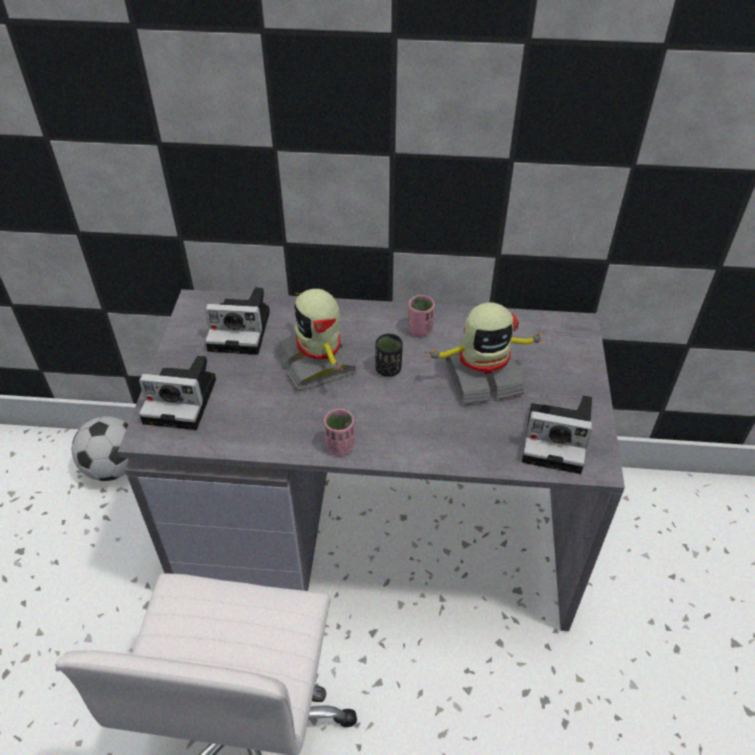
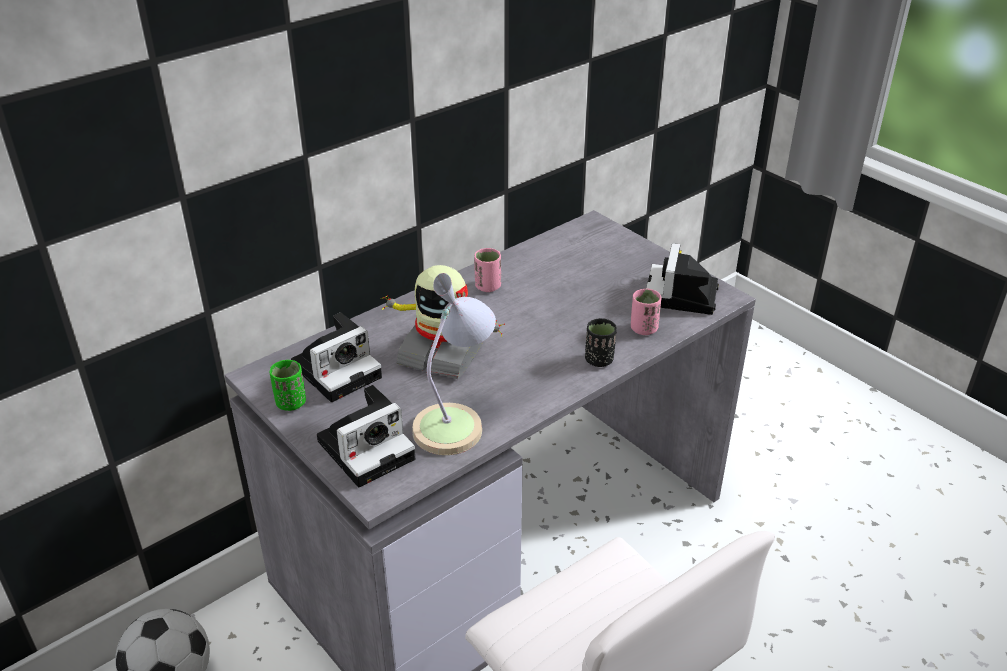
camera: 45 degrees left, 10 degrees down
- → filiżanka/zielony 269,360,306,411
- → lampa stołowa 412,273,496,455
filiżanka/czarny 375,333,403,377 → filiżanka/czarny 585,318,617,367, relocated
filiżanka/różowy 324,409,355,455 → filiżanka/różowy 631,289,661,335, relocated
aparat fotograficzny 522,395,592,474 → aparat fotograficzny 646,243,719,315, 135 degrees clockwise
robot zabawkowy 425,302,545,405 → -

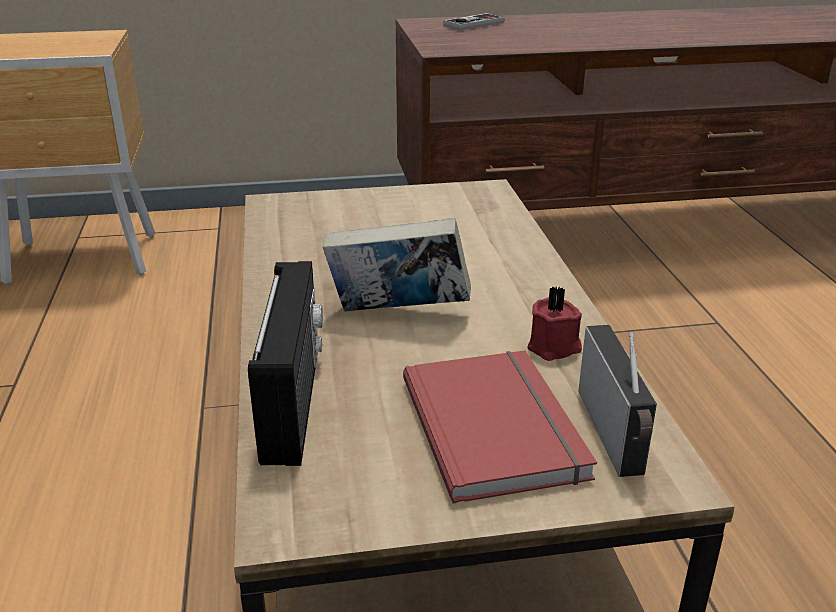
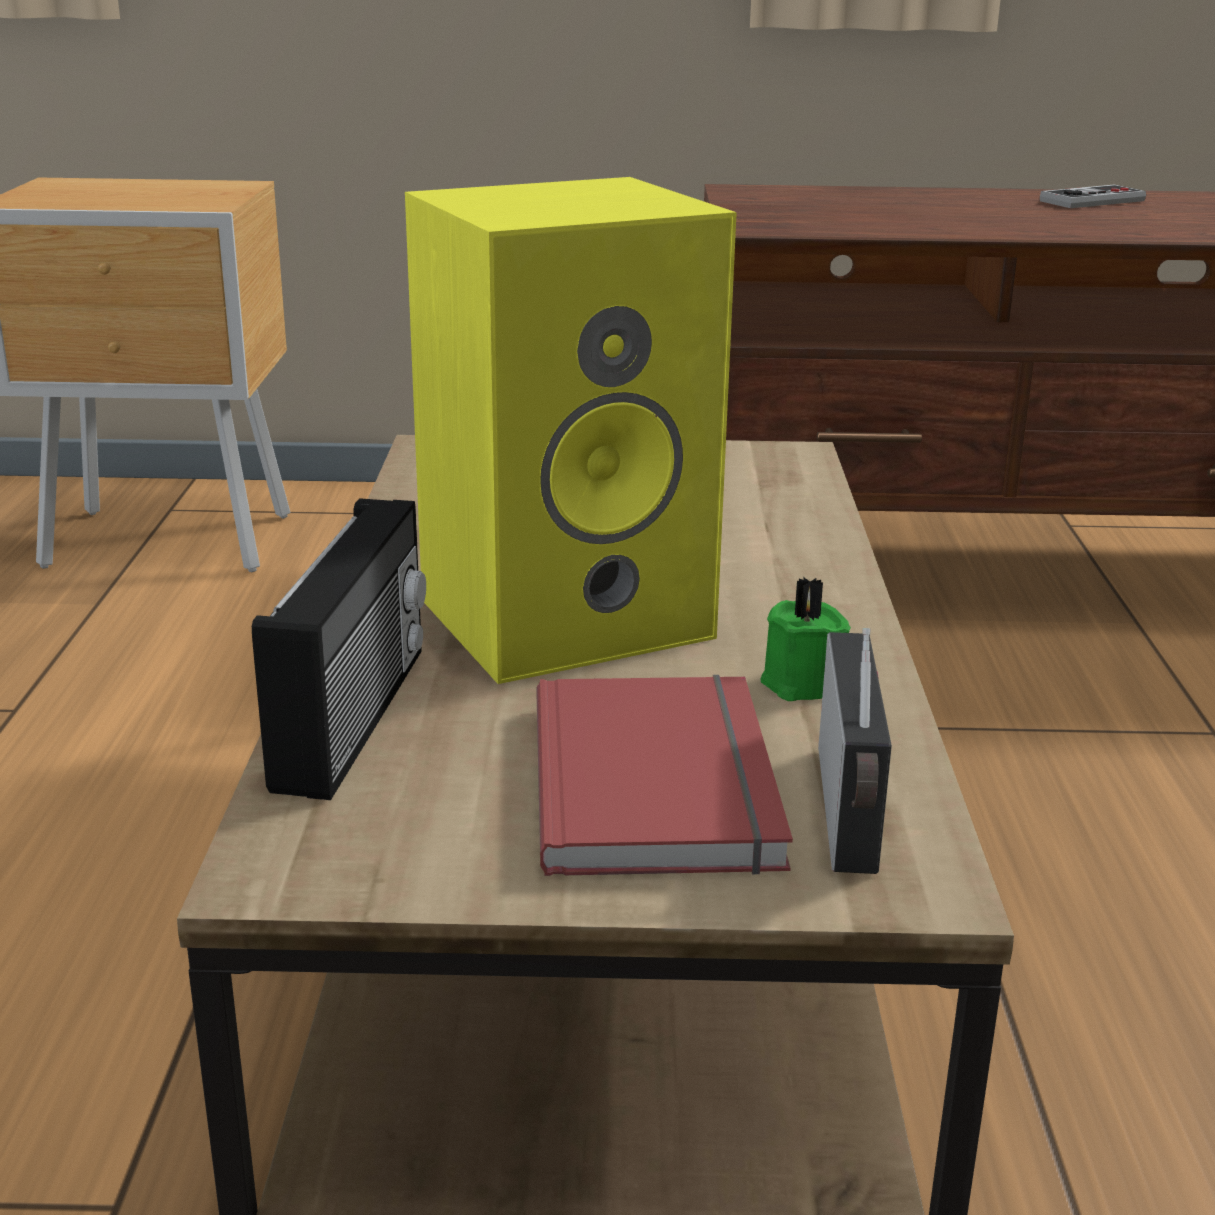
camera: 10 degrees right, 5 degrees down
książka 323,218,471,312 → głośnik/żółty 405,177,737,684
świeca/czerwony 527,287,582,361 → świeca/zielony 760,577,851,701
pad do gier 443,13,504,31 → pad do gier 1040,185,1146,208, relocated

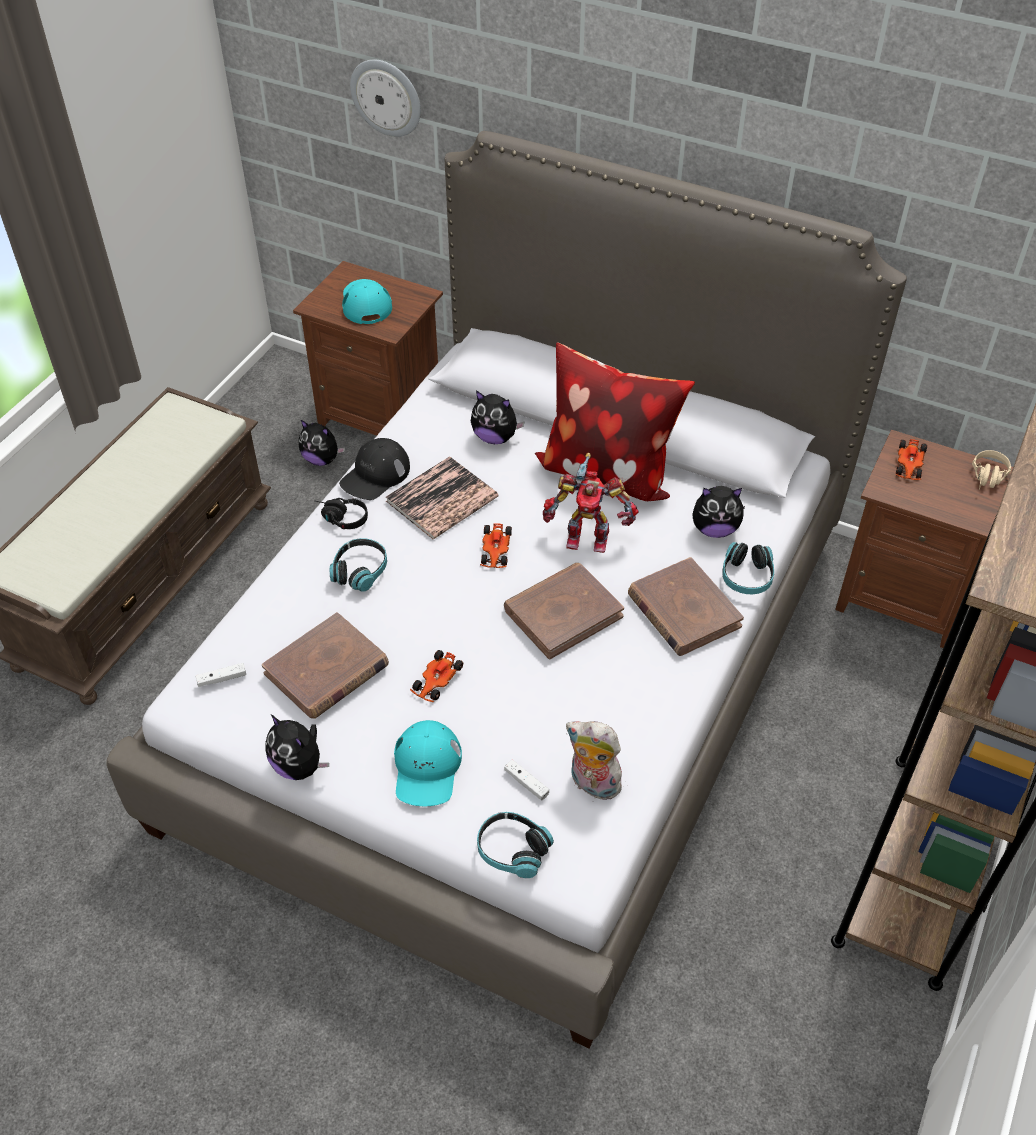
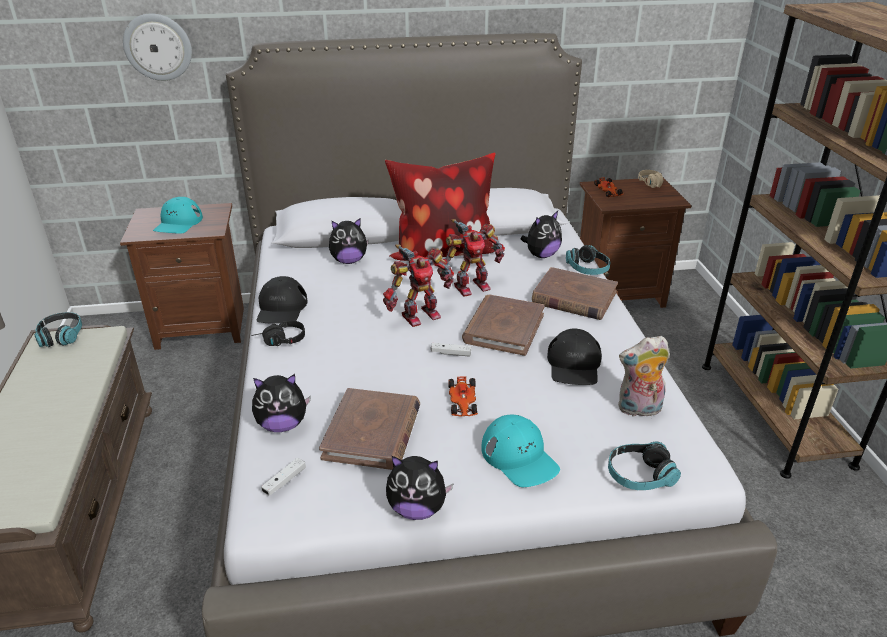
camera: 35 degrees left, 15 degrees down
słuchawki 330,538,387,592 → słuchawki 34,312,82,347, relocated
czapka z daszkiem/turkusowy 342,279,392,324 → czapka z daszkiem/turkusowy 153,197,203,234, 120 degrees counterclockwise
pluszak 299,420,345,466 → pluszak 252,374,311,432, relocated
samochodzik 480,524,512,568 → robot zabawkowy 383,245,454,327
pad do gier/biały 504,759,549,800 → pad do gier/biały 431,343,471,356, relocated
- → czapka z daszkiem/czarny 547,329,602,385
książka 386,456,499,540 → -

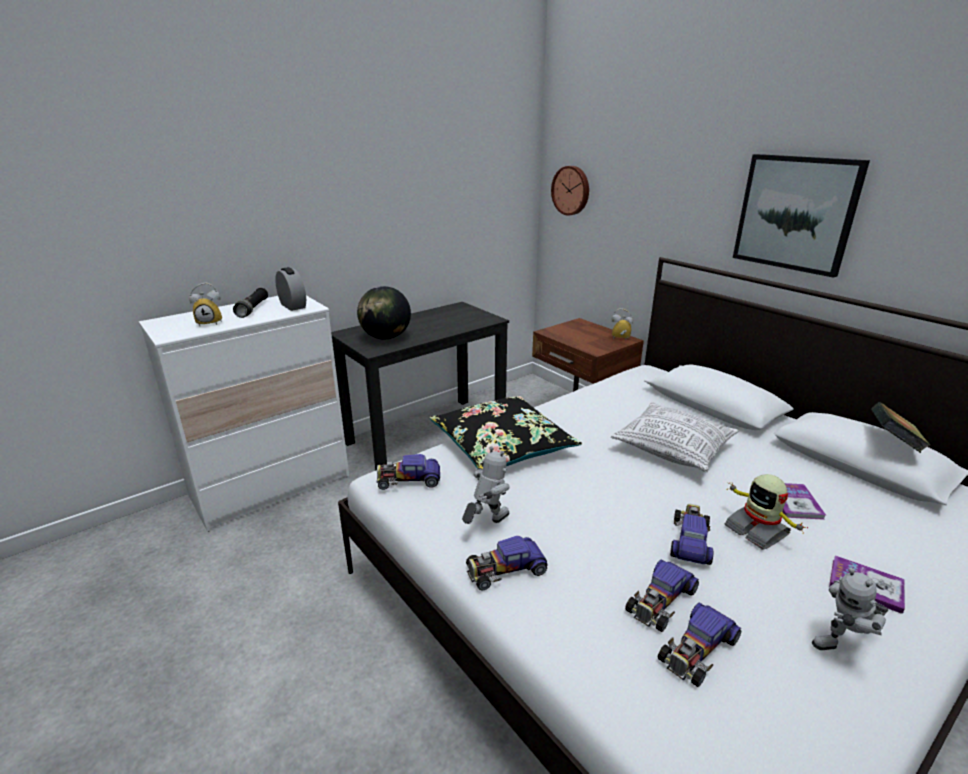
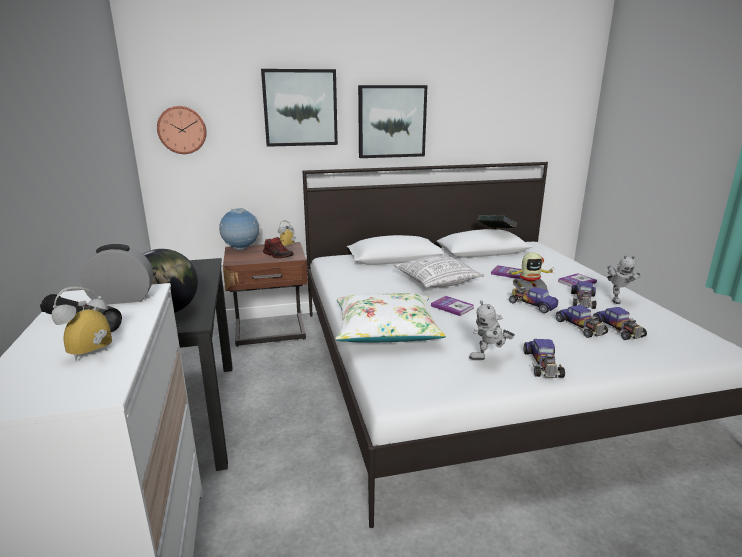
camera: 65 degrees left, 5 degrees down
budzik 189,282,222,326 → budzik 52,287,112,362, 150 degrees counterclockwise
- → globus 219,208,259,250
- → obraz 261,69,338,147
- → but 263,237,294,258
poduszka/czarny 430,396,582,470 → poduszka/biały 335,293,446,342
- → książka 431,296,474,316
robot zabawkowy 462,447,509,524 → robot zabawkowy 469,300,515,360, 90 degrees counterclockwise
samochodzik 376,454,440,490 → samochodzik 571,281,597,309, relocated

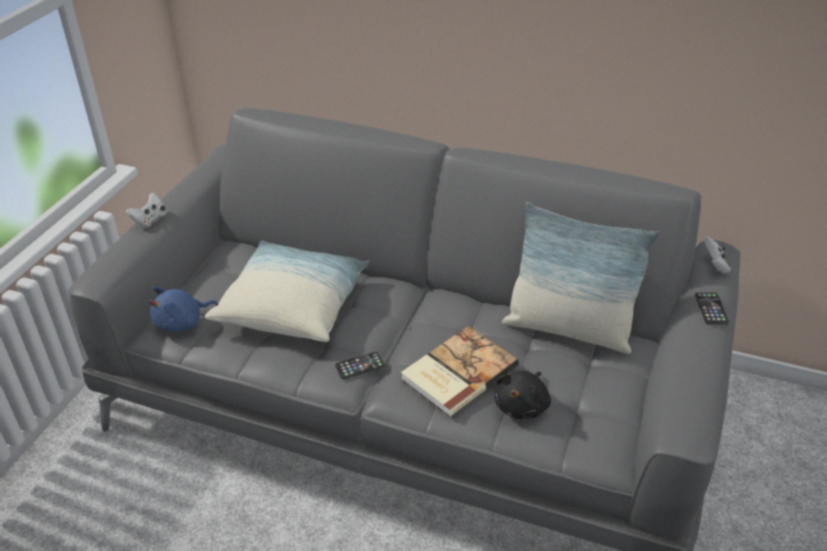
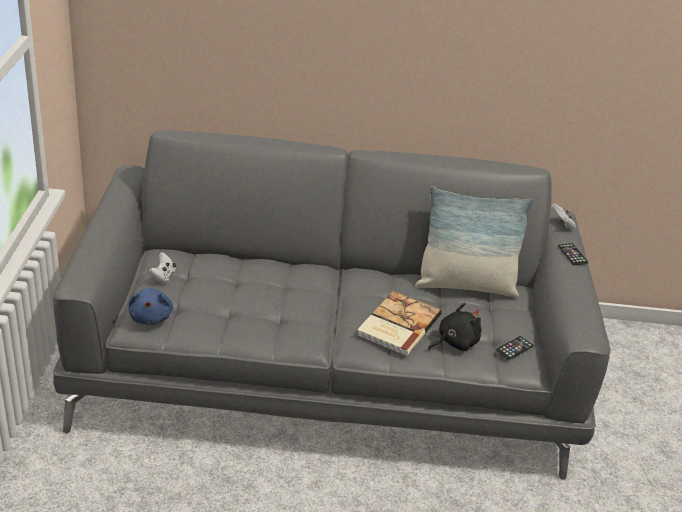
camera: 20 degrees left, 5 degrees down
pluszak/niebieski 149,286,218,332 → pluszak/niebieski 128,288,173,325, 45 degrees counterclockwise
pad do gier/biały 126,192,166,228 → pad do gier/biały 148,252,176,284, relocated
pluszak/czarny 494,371,551,419 → pluszak/czarny 428,303,481,351, 135 degrees counterclockwise
telefon 335,352,384,379 → telefon 496,336,533,360, relocated
poduszka 204,240,369,342 → -

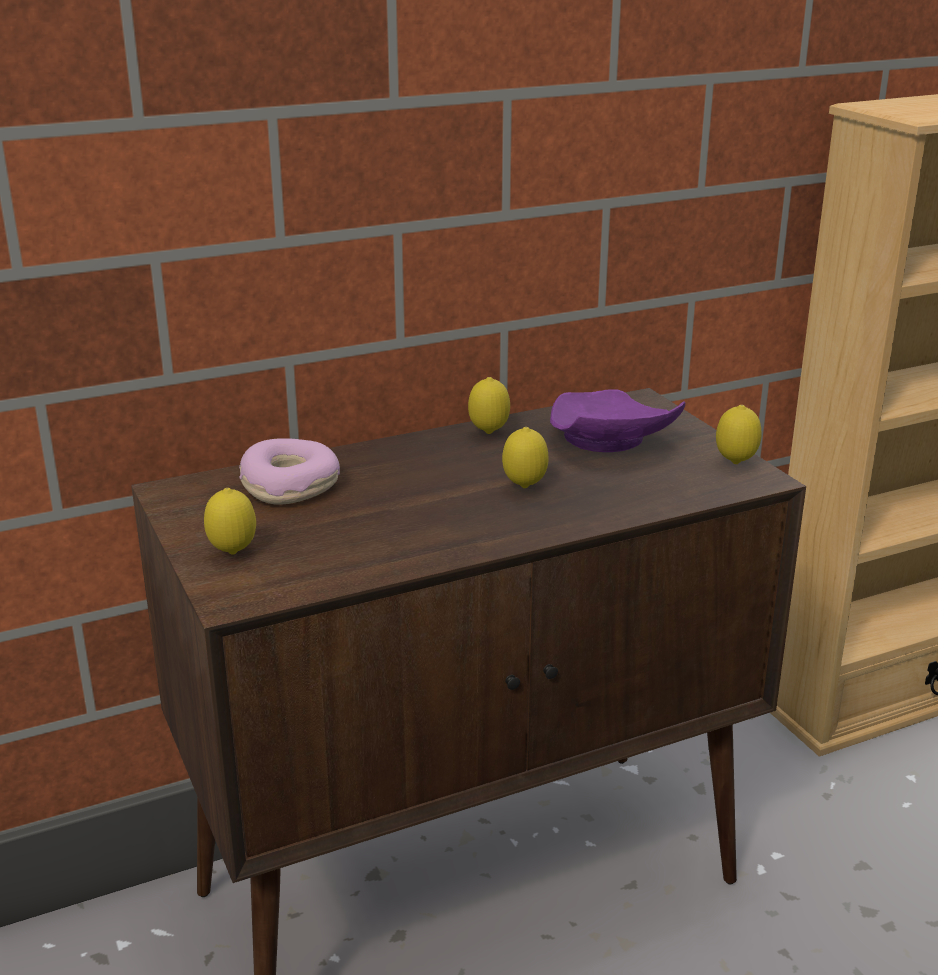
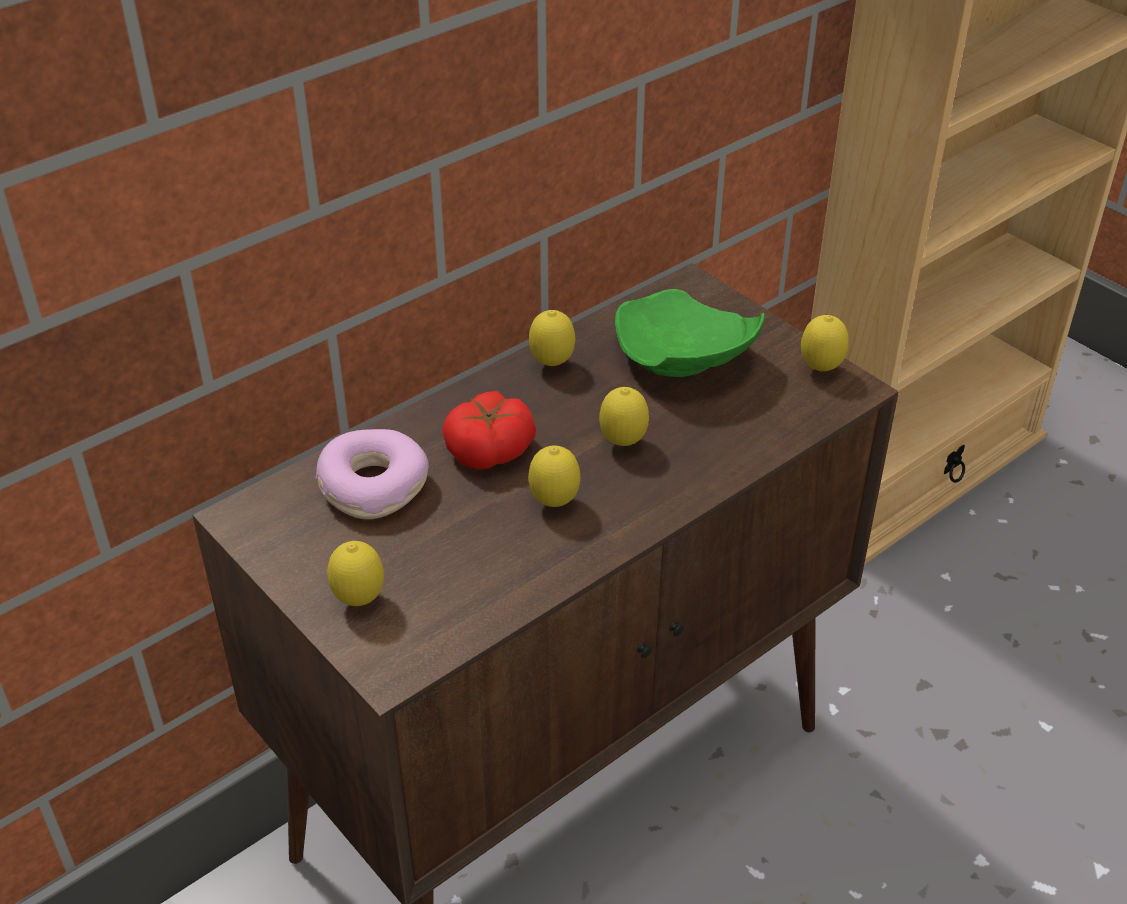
camera: 15 degrees left, 15 degrees up
- → pomidor 442,391,536,470
- → cytryna 528,446,580,507
talerz/fioletowy 550,389,685,452 → talerz/zielony 615,289,765,377

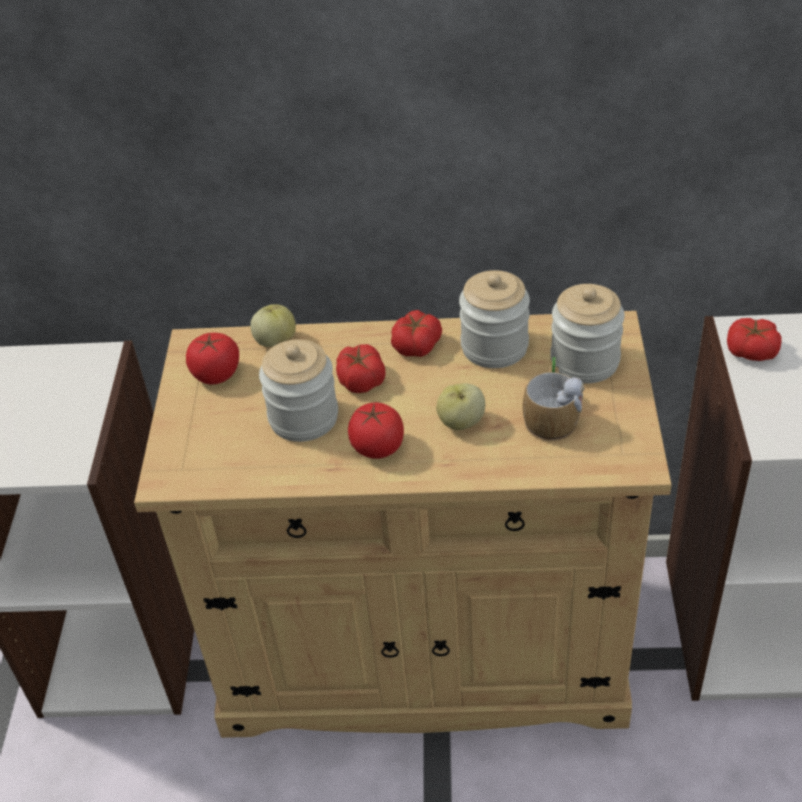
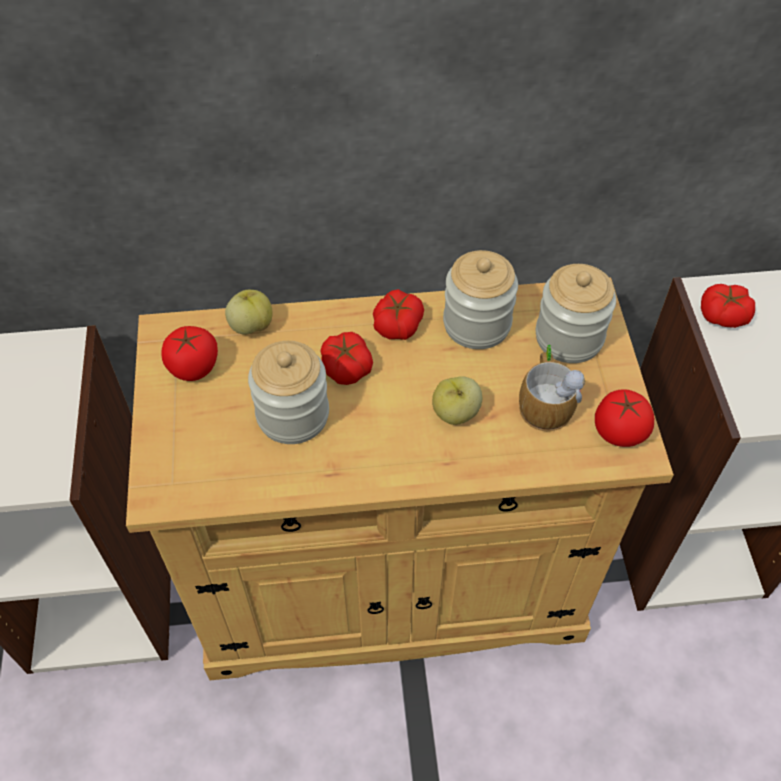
camera: 10 degrees left, 10 degrees up
pomidor 348,403,404,459 → pomidor 595,389,654,447, relocated

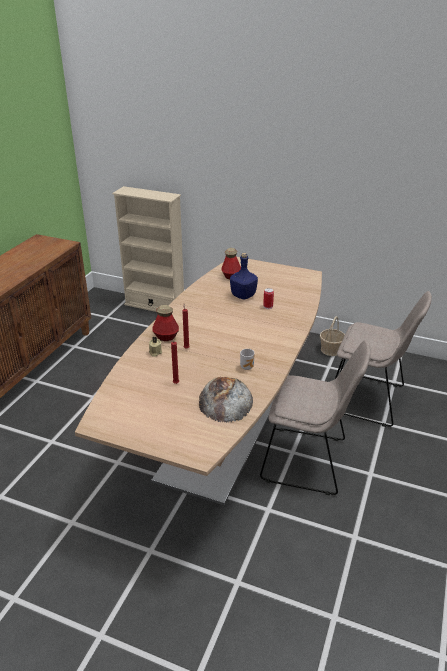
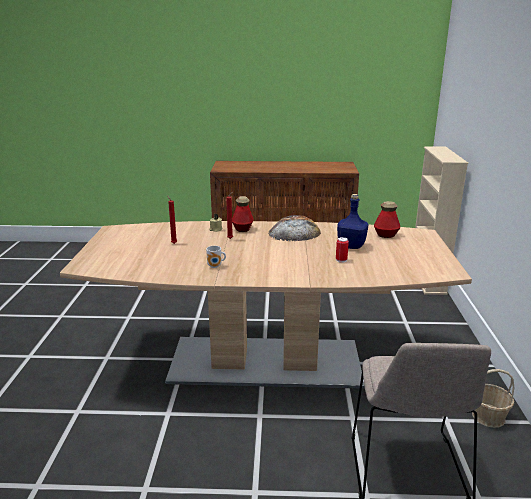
camera: 70 degrees right, 10 degrees down
chleb 199,377,253,423 → chleb 268,215,321,241, relocated
krzesło/beżowy 260,340,371,495 → -

